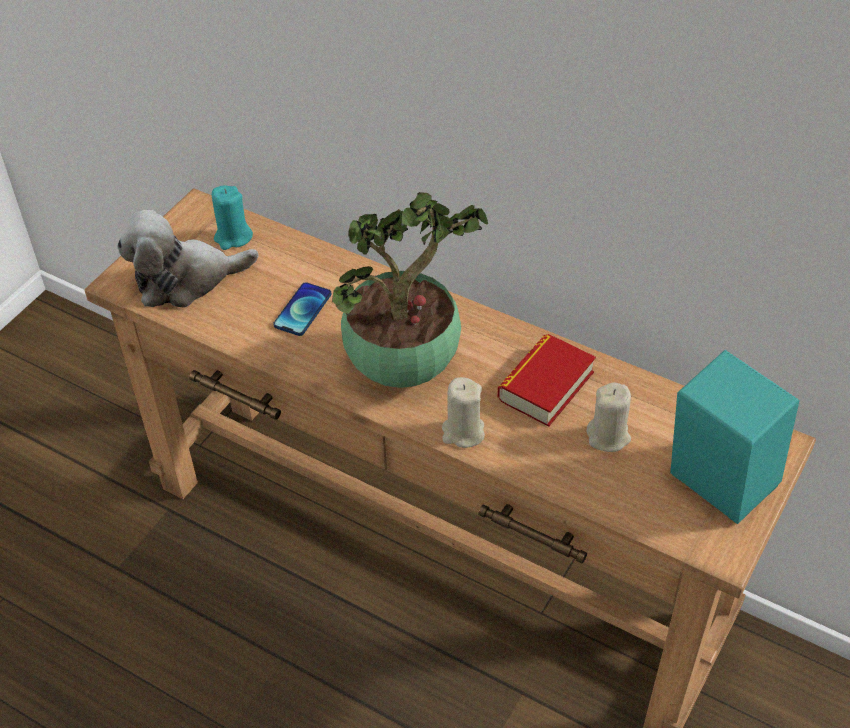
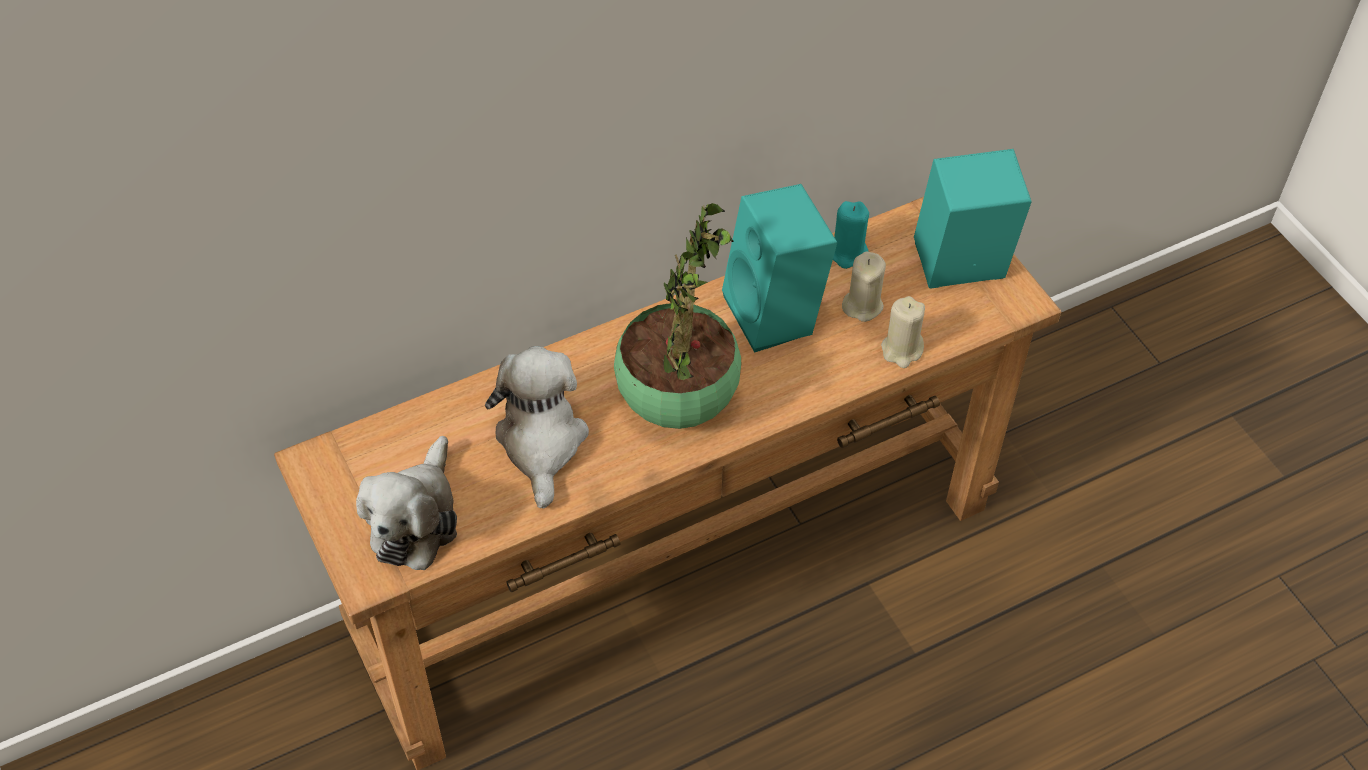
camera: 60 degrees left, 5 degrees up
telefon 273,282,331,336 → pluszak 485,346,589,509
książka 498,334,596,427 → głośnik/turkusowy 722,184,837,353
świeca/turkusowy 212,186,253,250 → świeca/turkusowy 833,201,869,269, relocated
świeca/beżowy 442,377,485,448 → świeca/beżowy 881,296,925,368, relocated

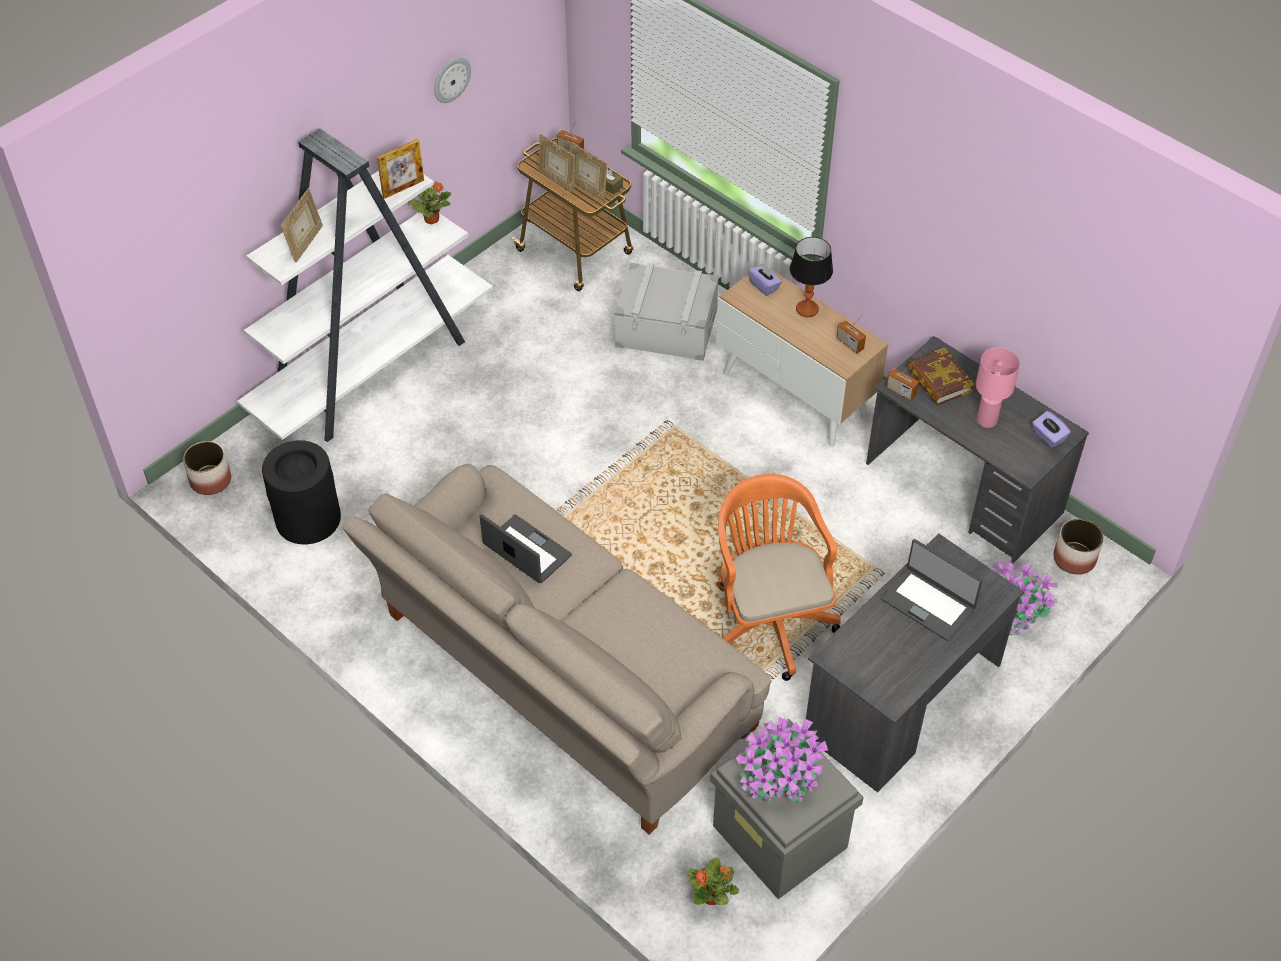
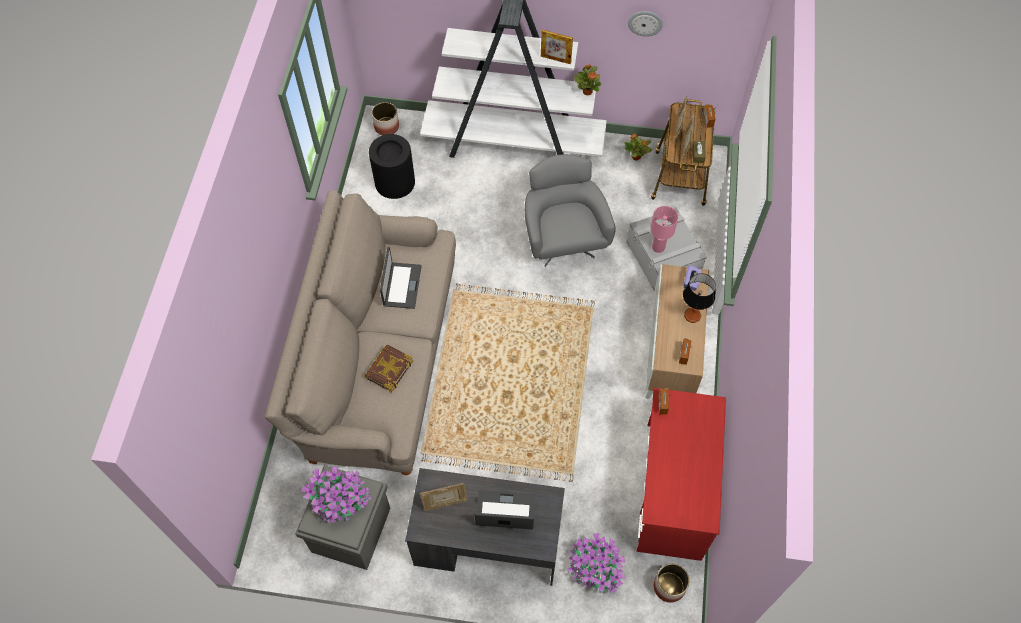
camera: 55 degrees right, 10 degrees up
książka 907,347,974,405 → książka 365,344,413,392, relocated
ramka na zdjęcie 281,188,323,263 → ramka na zdjęcie 420,483,468,511, relocated
laptop 881,539,983,641 → laptop 475,491,535,529, 90 degrees clockwise
- → fotel/szary 525,154,616,267
roślina doniczkowa 687,858,739,905 → roślina doniczkowa 624,134,652,161, relocated
biurko/szary 866,336,1089,563 → biurko/czerwony 637,388,726,561
lampa stołowa/różowy 976,347,1020,428 → lampa stołowa/różowy 650,206,678,253, relocated
krzesło biurowe/pomarańczowy 716,474,841,681 → -
pudełko chusteczek/fioletowy 1032,411,1071,448 → -

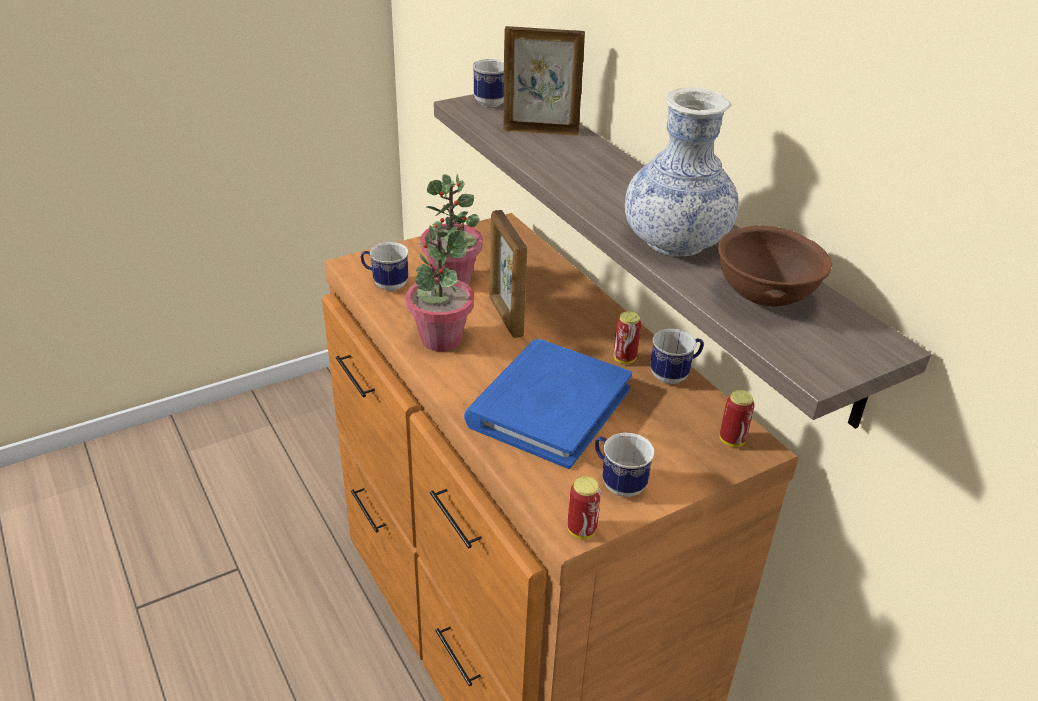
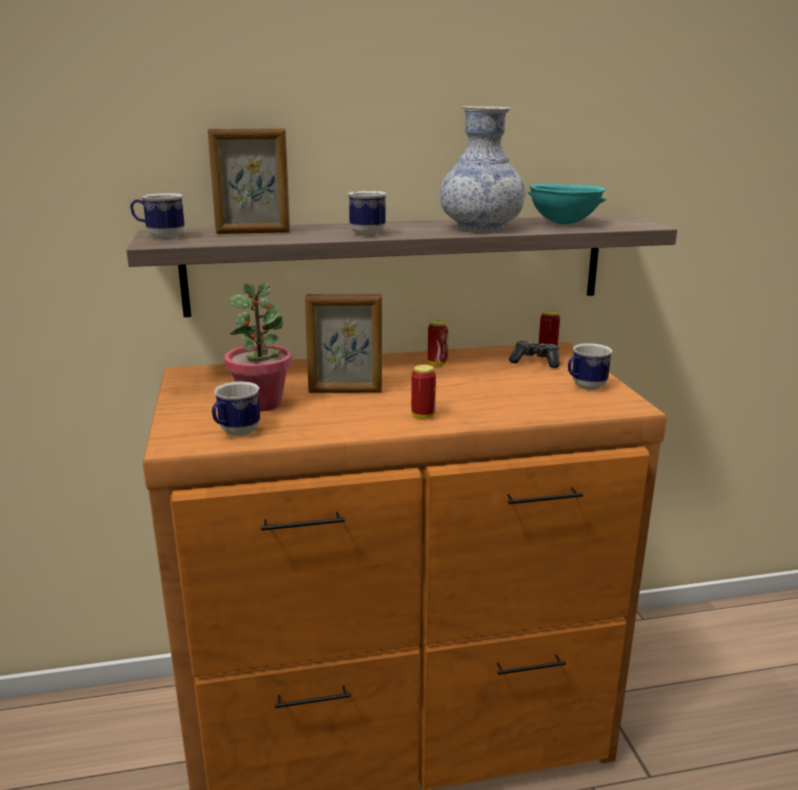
camera: 70 degrees left, 15 degrees down
ramka na zdjęcie 503,26,585,136 → ramka na zdjęcie 208,128,290,234, 120 degrees counterclockwise
kubek 650,329,704,384 → kubek 348,191,387,236, relocated
puszka 568,476,601,539 → puszka 411,365,436,419, relocated
- → pad do gier 509,341,559,368
miska/brązowy 718,225,832,307 → miska/turkusowy 528,184,606,224
roślina doniczkowa 406,223,474,351 → -
książka/niebieski 464,339,632,469 → -

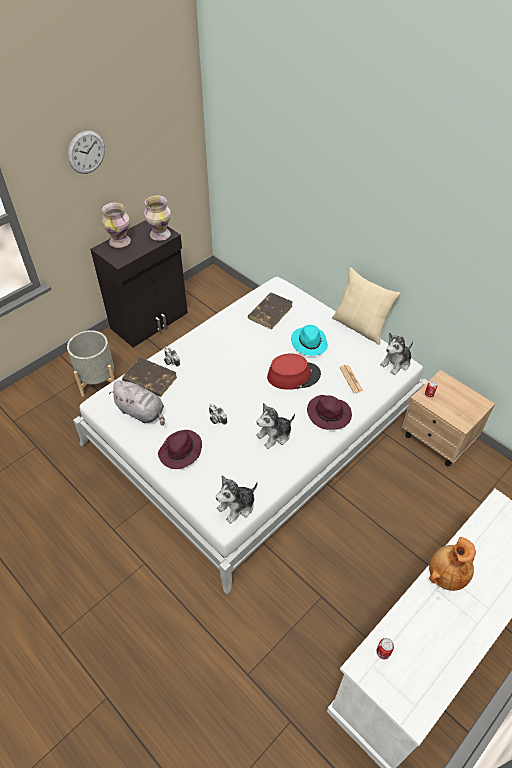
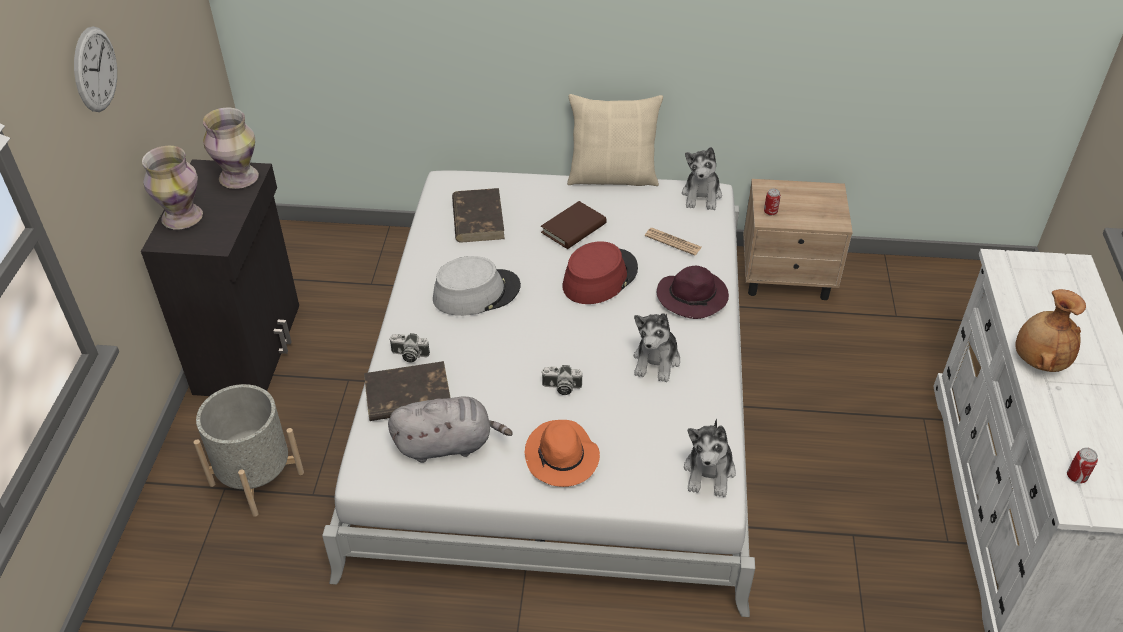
camera: 40 degrees left, 5 degrees down
- → kapelusz/szary 433,256,521,316
kapelusz/fioletowy 158,430,202,469 → kapelusz/pomarańczowy 524,420,600,487
kapelusz/turkusowy 291,325,328,356 → książka/brązowy 541,201,607,249

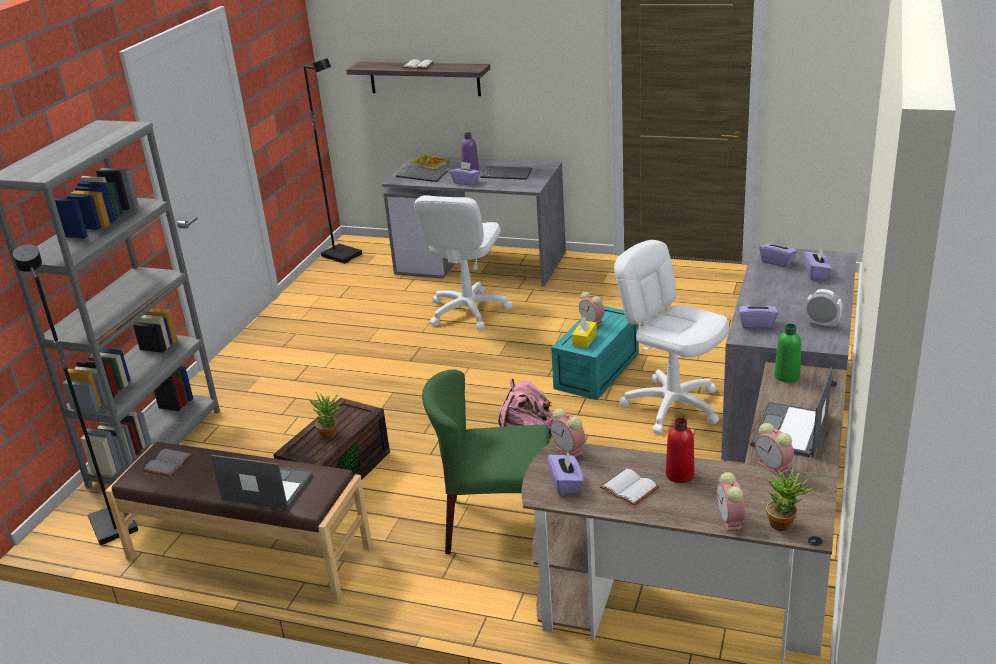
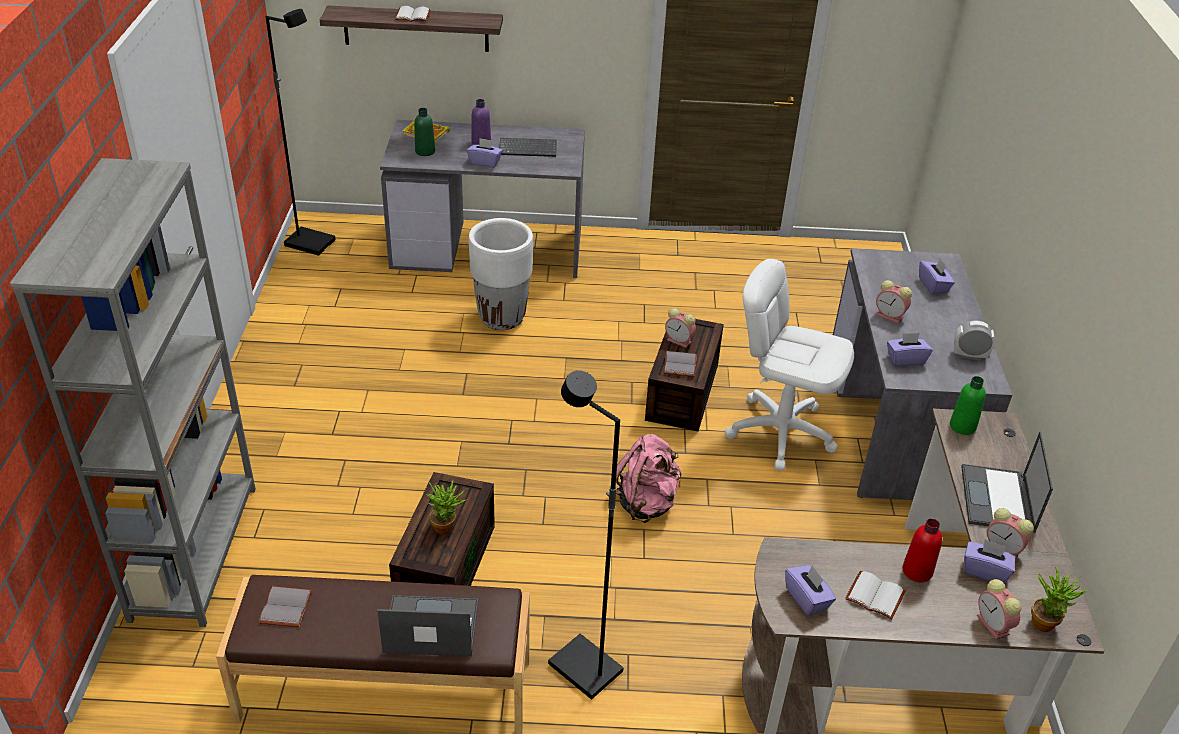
camera: 20 degrees left, 10 degrees up
klawiatura 396,166,447,182 → butelka/zielony 414,108,435,156
krzesło biurowe/biały 414,195,513,330 → donica/biały 469,218,533,330
lampa stojąca/czarny 13,244,138,545 → lampa stojąca/czarny 548,370,624,699, relocated
pojemnik do przechowywania/turkusowy 551,306,639,400 → pojemnik do przechowywania/brązowy 645,319,724,431
pudełko chusteczek/żółty 572,317,597,348 → książka/szary 664,351,697,377
budzik 550,408,585,458 → budzik 876,280,912,324, relocated
pudełko chusteczek/fioletowy 759,237,798,268 → pudełko chusteczek/fioletowy 964,539,1015,583, relocated
krzesło/zielony 422,369,550,554 → -

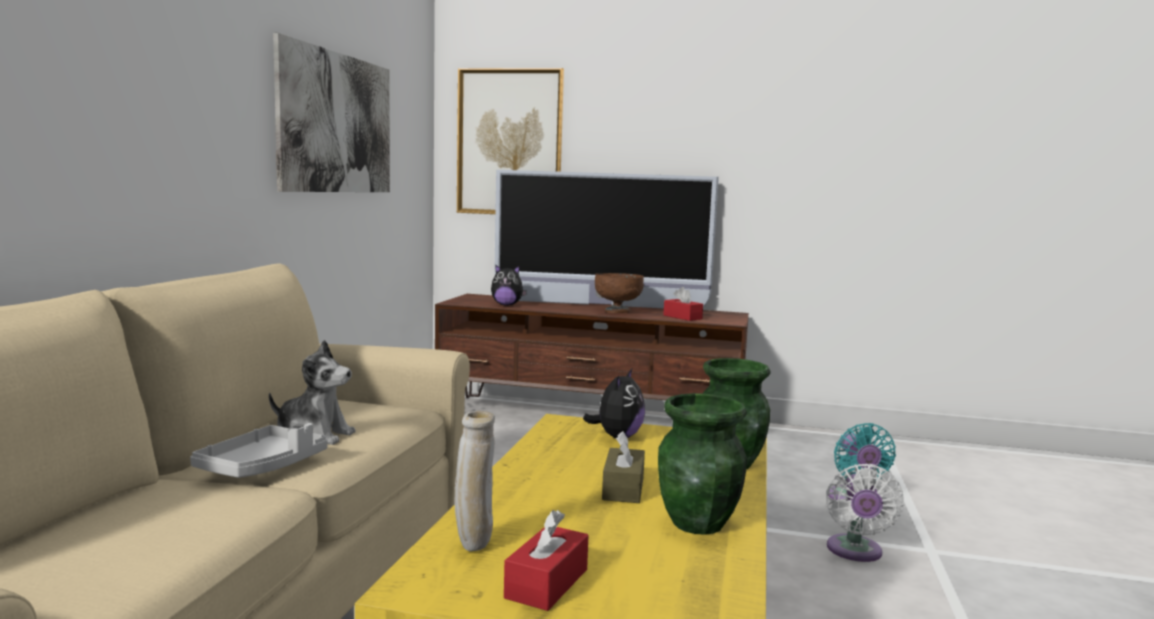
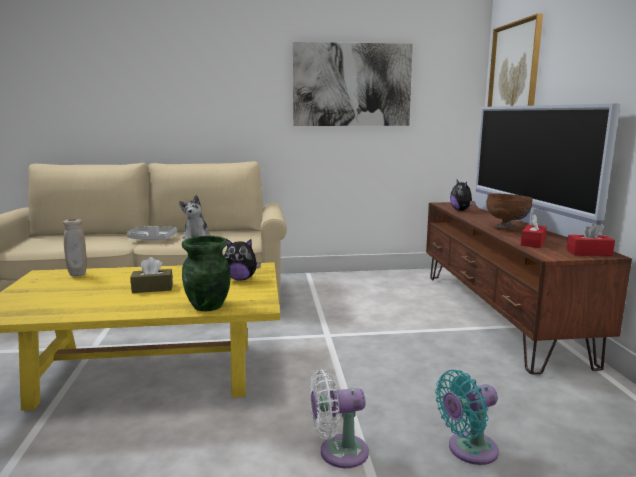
camera: 70 degrees right, 5 degrees up
pudełko chusteczek/czerwony 504,510,589,611 → pudełko chusteczek/czerwony 566,222,615,256, relocated
wazon/zielony 658,393,747,535 → -

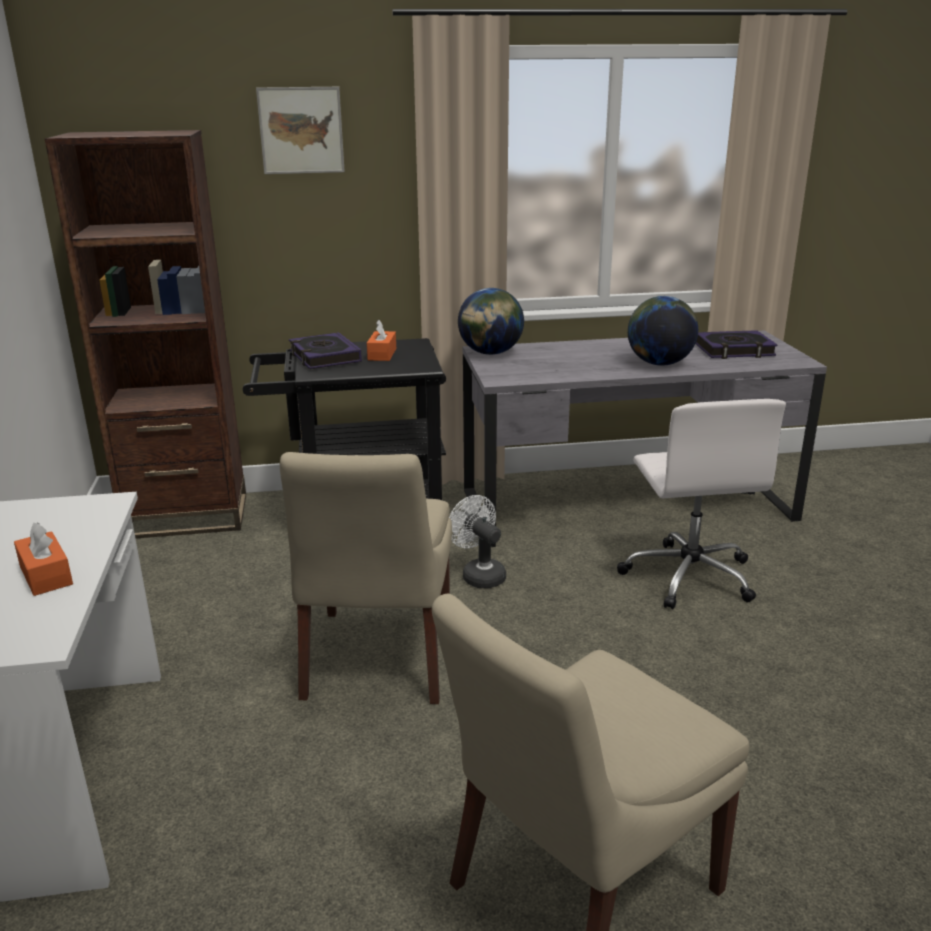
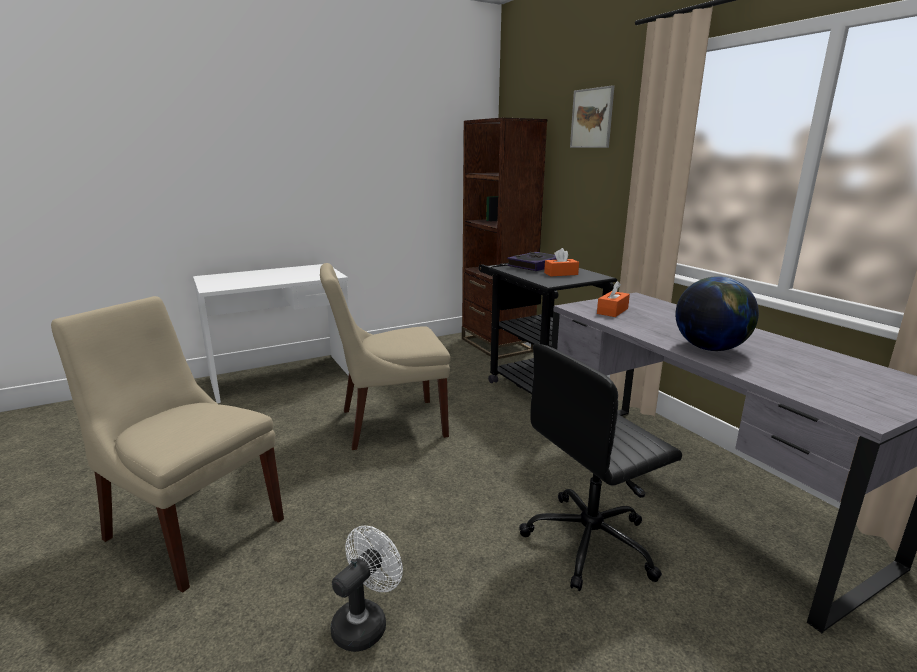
camera: 70 degrees right, 5 degrees down
wentylator/biały 449,495,506,588 → wentylator/biały 330,526,403,652, relocated
krzesło biurowe/biały 617,399,786,609 → krzesło biurowe/czarny 519,344,682,591
pudełko chusteczek/pomarańczowy 14,523,73,596 → pudełko chusteczek/pomarańczowy 597,281,630,317, relocated
globus 458,288,524,355 → -
książka 696,330,777,359 → -

